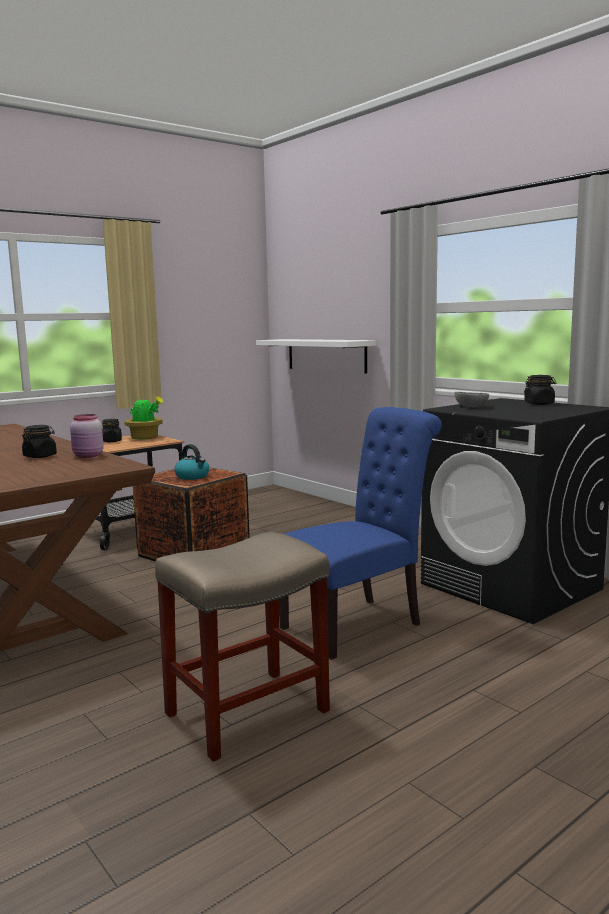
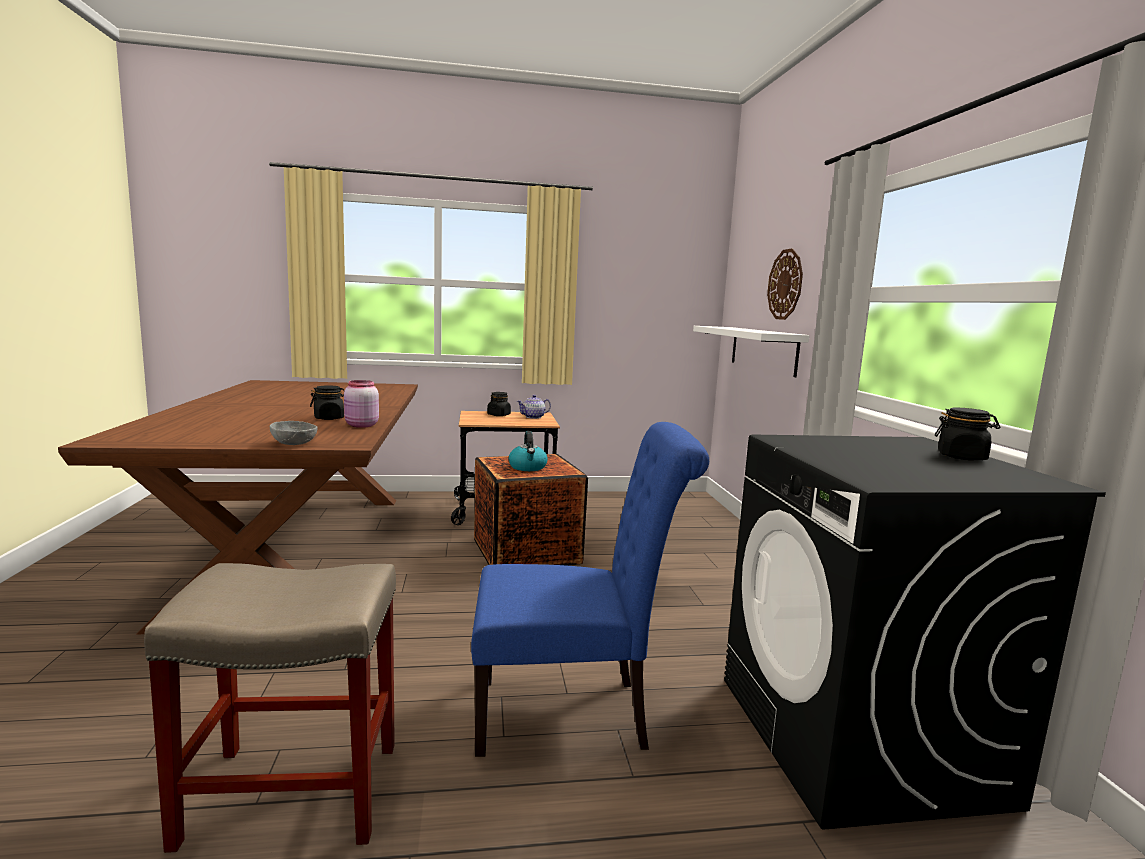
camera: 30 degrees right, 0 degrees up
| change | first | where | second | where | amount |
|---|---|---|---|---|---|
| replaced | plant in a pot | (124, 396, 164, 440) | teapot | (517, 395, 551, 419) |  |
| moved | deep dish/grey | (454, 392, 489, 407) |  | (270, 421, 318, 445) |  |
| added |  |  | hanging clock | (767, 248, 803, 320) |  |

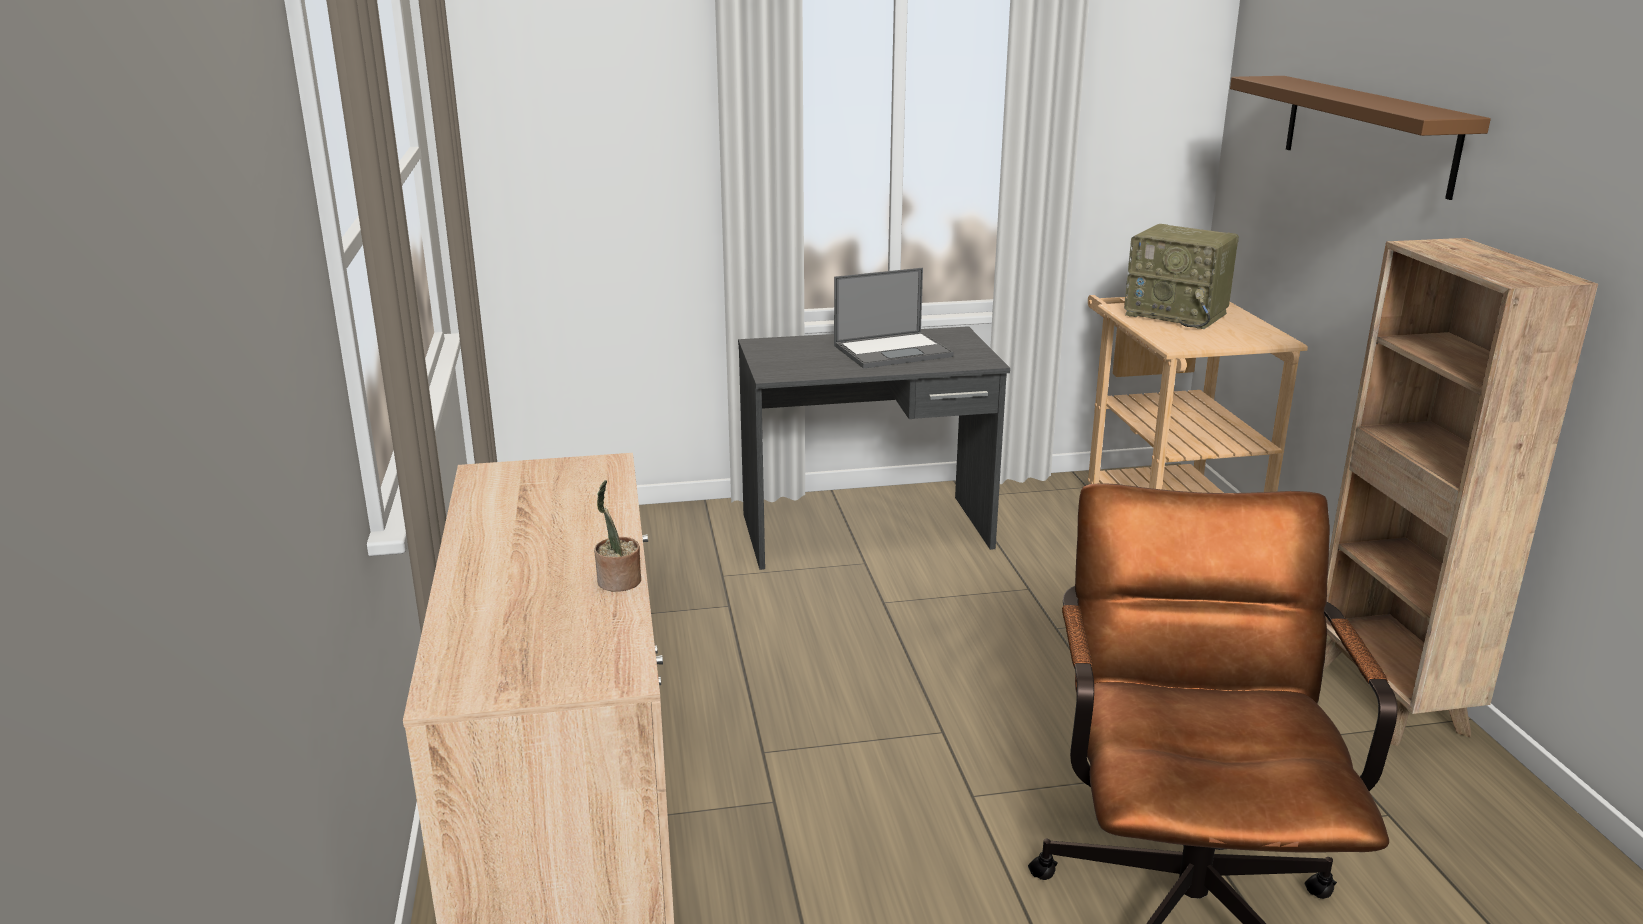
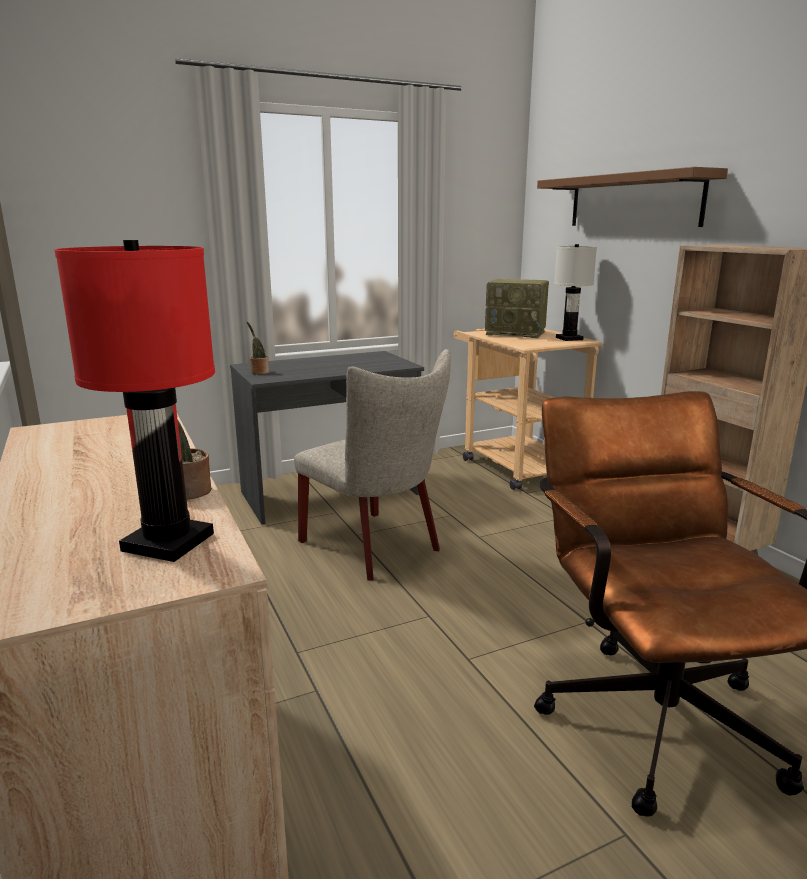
camera: 15 degrees left, 5 degrees down
| change | first | where | second | where | amount |
|---|---|---|---|---|---|
| removed | laptop | (834, 268, 954, 369) |  |  |  |
| added |  |  | table lamp/red | (55, 240, 215, 562) |  |
| added |  |  | plant in a pot | (247, 322, 270, 375) |  |
| added |  |  | chair/beige | (294, 349, 451, 581) |  |
| added |  |  | table lamp/white-coloured | (554, 244, 597, 341) |  |

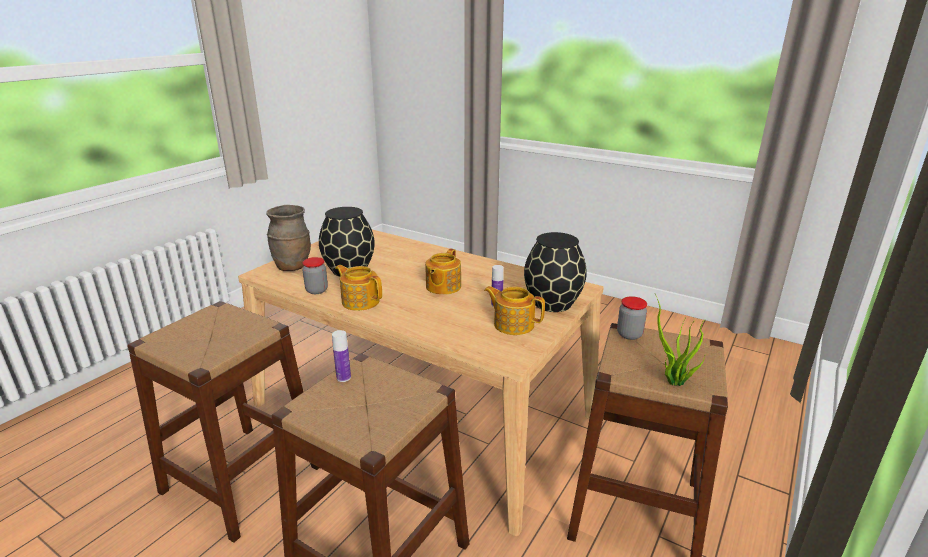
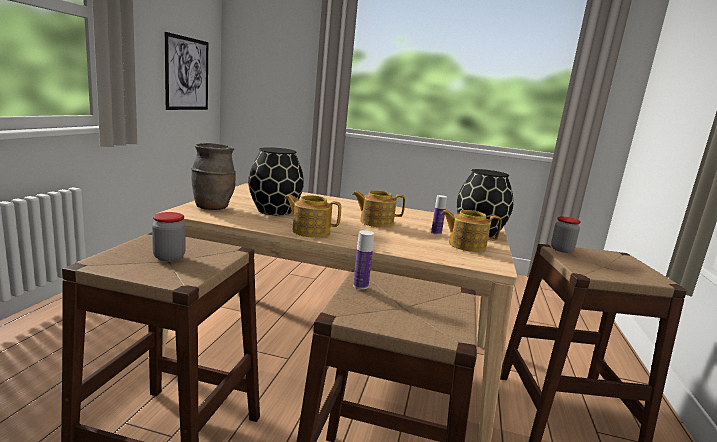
camera: 20 degrees left, 10 degrees down
| change | first | where | second | where | amount |
|---|---|---|---|---|---|
| moved | jar | (302, 257, 328, 294) |  | (152, 212, 186, 261) |  |
| turned | teapot | (425, 249, 461, 295) |  | (352, 191, 405, 228) | 90 degrees clockwise |
| removed | plant in a pot | (655, 294, 705, 386) |  |  |  |
| added |  |  | picture | (165, 32, 208, 110) |  |

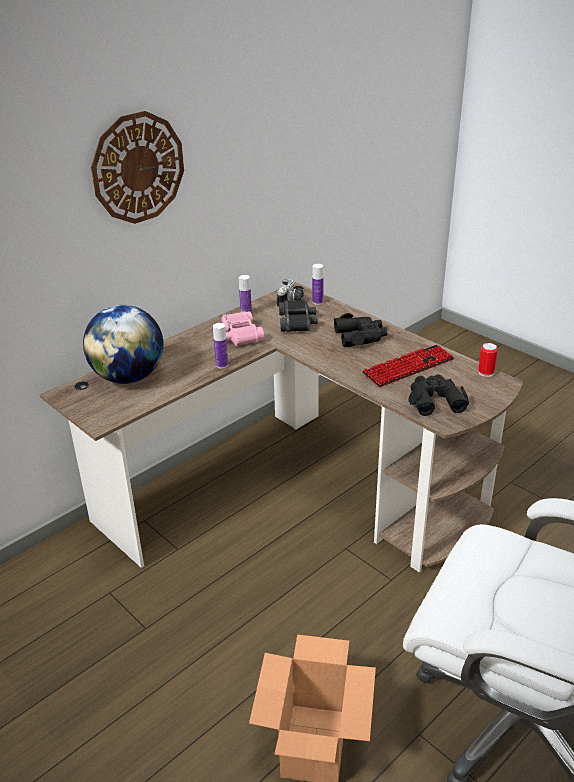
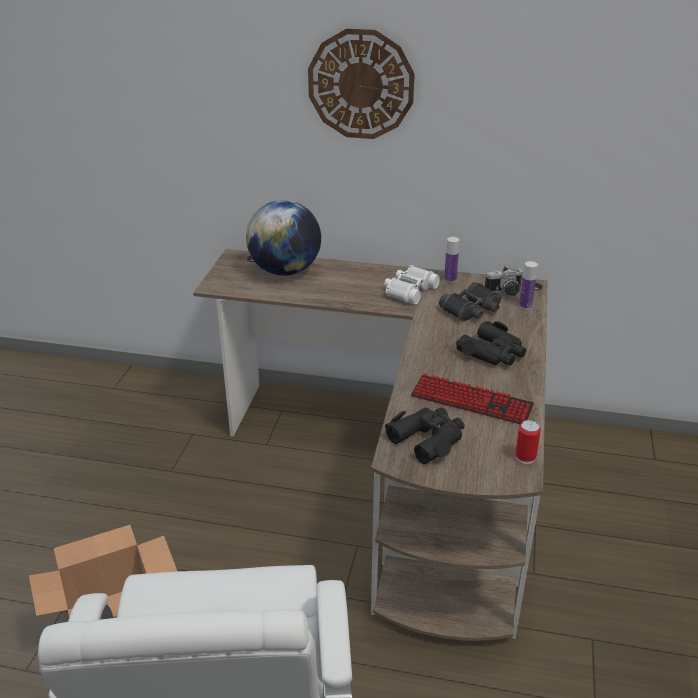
camera: 55 degrees right, 0 degrees up
| change | first | where | second | where | amount |
|---|---|---|---|---|---|
| removed | bottle | (213, 323, 228, 369) |  |  |  |
| recoloured | binoculars/pink | (222, 311, 264, 346) | binoculars/white-coloured | (384, 265, 440, 304) |  |

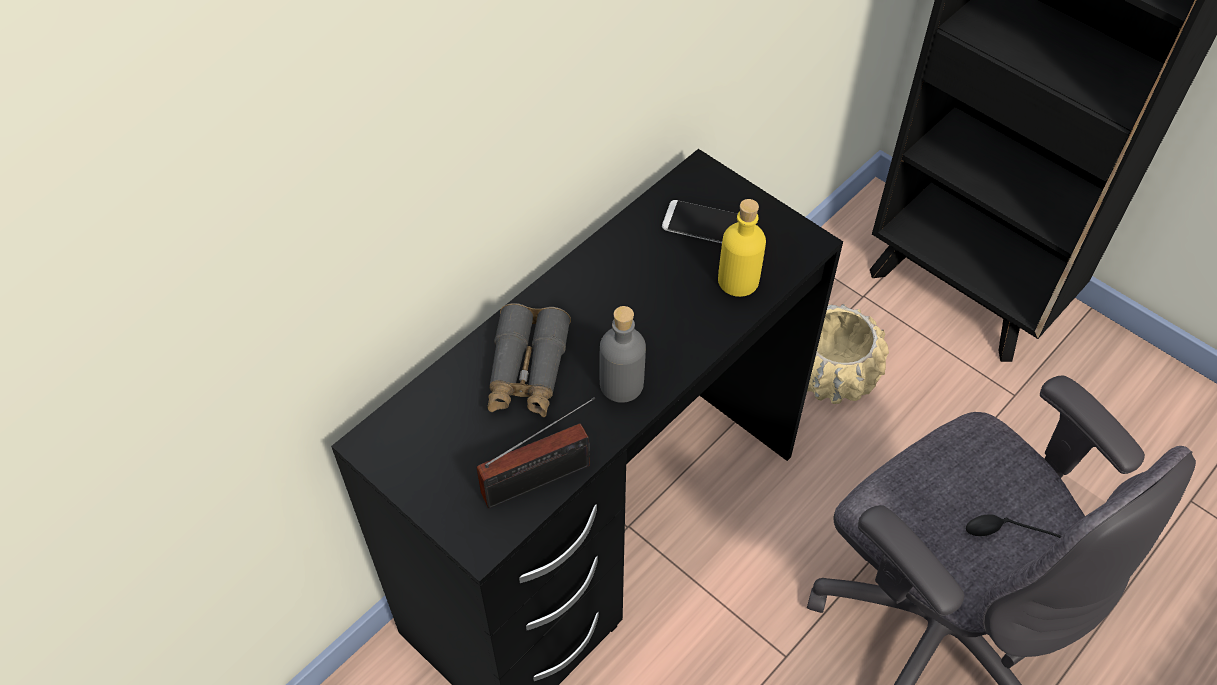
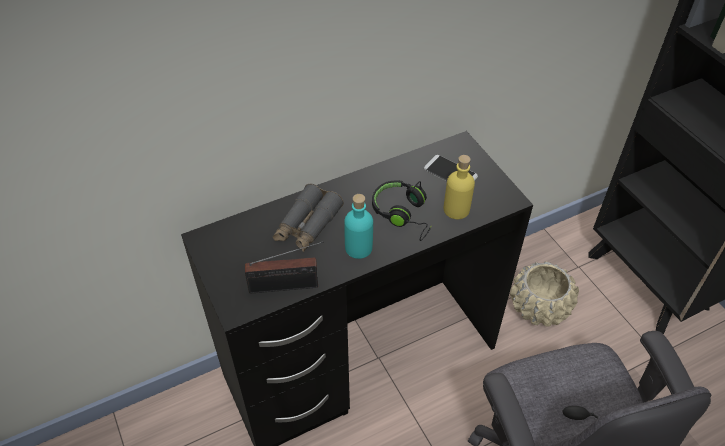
camera: 20 degrees right, 5 degrees down
| change | first | where | second | where | amount |
|---|---|---|---|---|---|
| recoloured | bottle/grey | (600, 306, 646, 403) | bottle/blue-green | (344, 194, 373, 259) |  |
| added |  |  | headphones/blackish | (372, 180, 432, 241) |  |

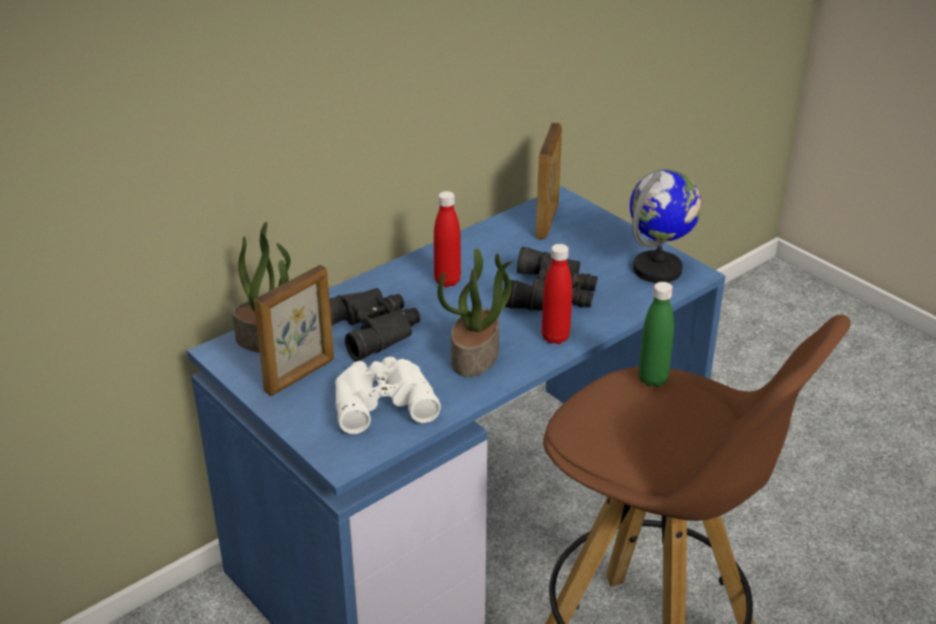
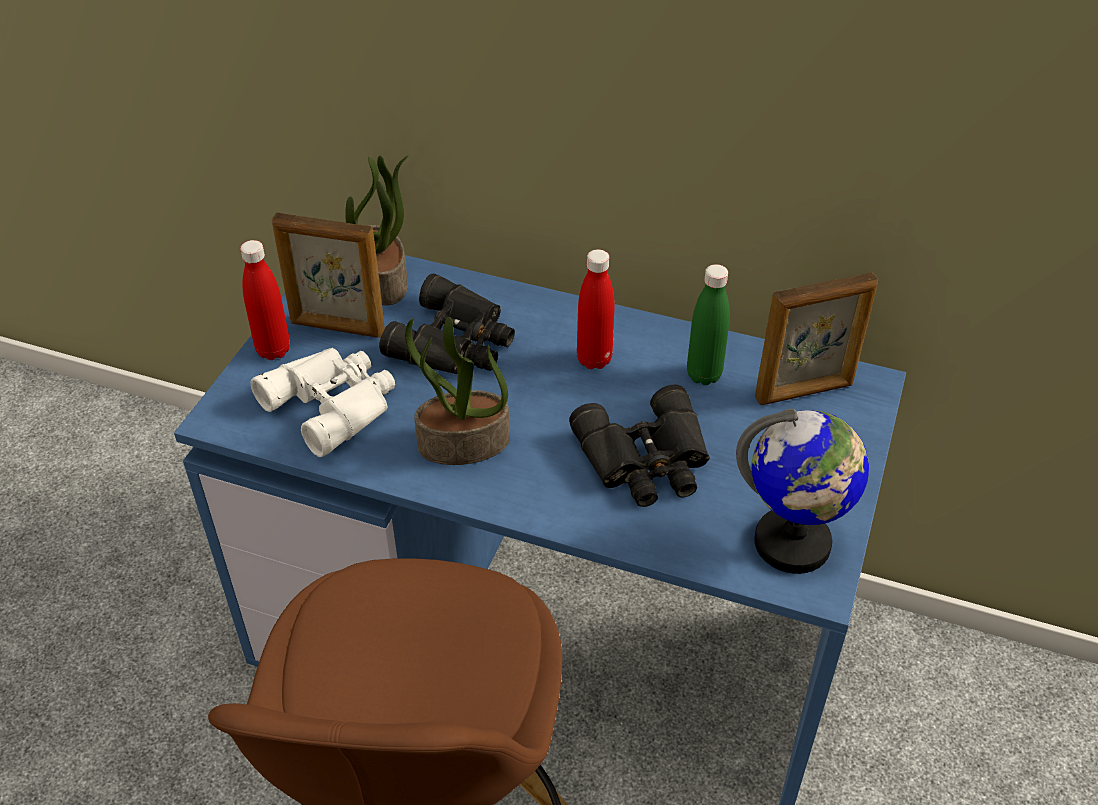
camera: 60 degrees right, 10 degrees up
| change | first | where | second | where | amount |
|---|---|---|---|---|---|
| moved | bottle/red | (542, 244, 572, 344) |  | (240, 240, 290, 360) |  |
| moved | bottle/green-coloured | (638, 282, 674, 387) |  | (687, 264, 730, 385) |  |

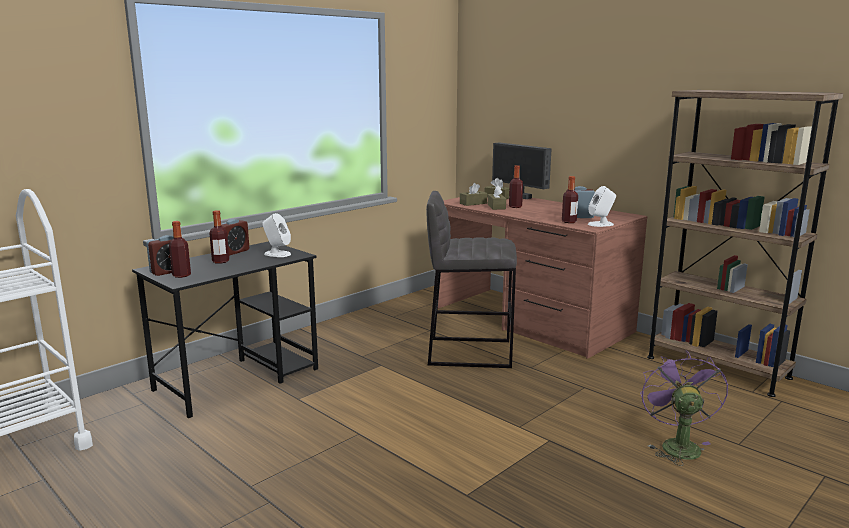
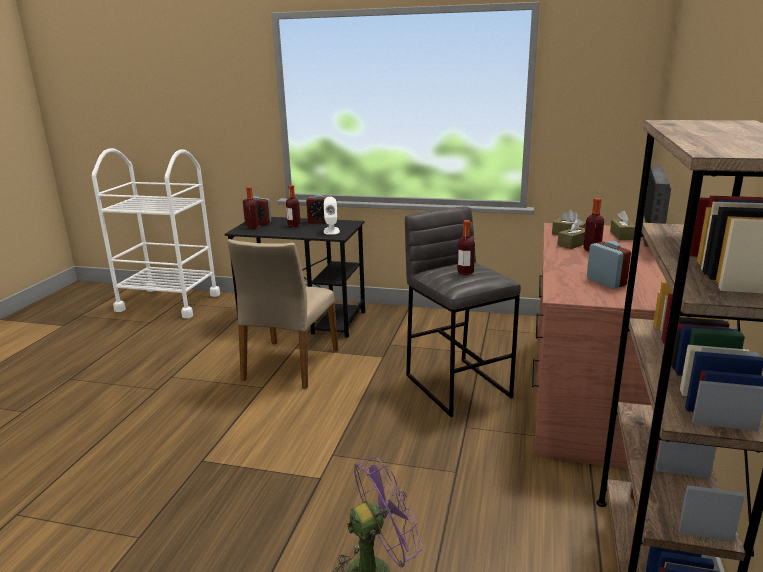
camera: 60 degrees right, 5 degrees up
| change | first | where | second | where | amount |
|---|---|---|---|---|---|
| moved | bottle | (562, 176, 578, 223) |  | (457, 220, 475, 275) |  |
| removed | audio speaker/white-coloured | (588, 186, 616, 227) |  |  |  |
| added |  |  | chair/beige | (227, 239, 338, 389) |  |

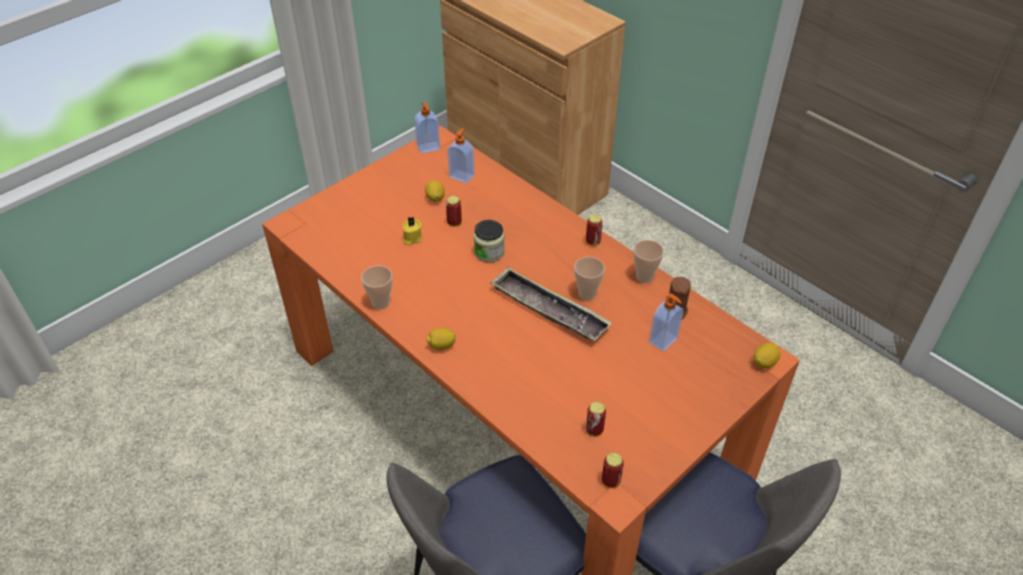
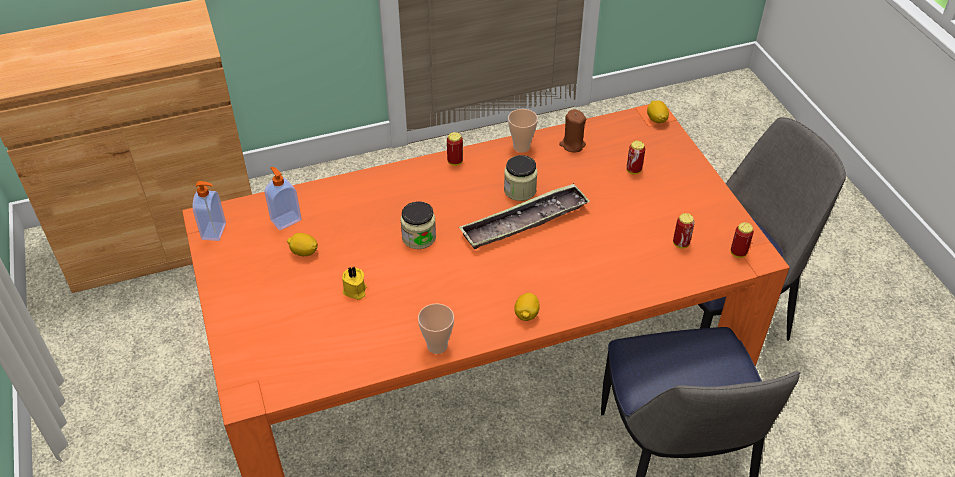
camera: 65 degrees left, 0 degrees up
| change | first | where | second | where | amount |
|---|---|---|---|---|---|
| moved | can | (446, 196, 462, 227) |  | (626, 141, 645, 174) |  |
| replaced | cup | (574, 257, 605, 300) | jar | (504, 155, 537, 201) |  |
| removed | soap dispenser | (649, 293, 683, 352) |  |  |  |

